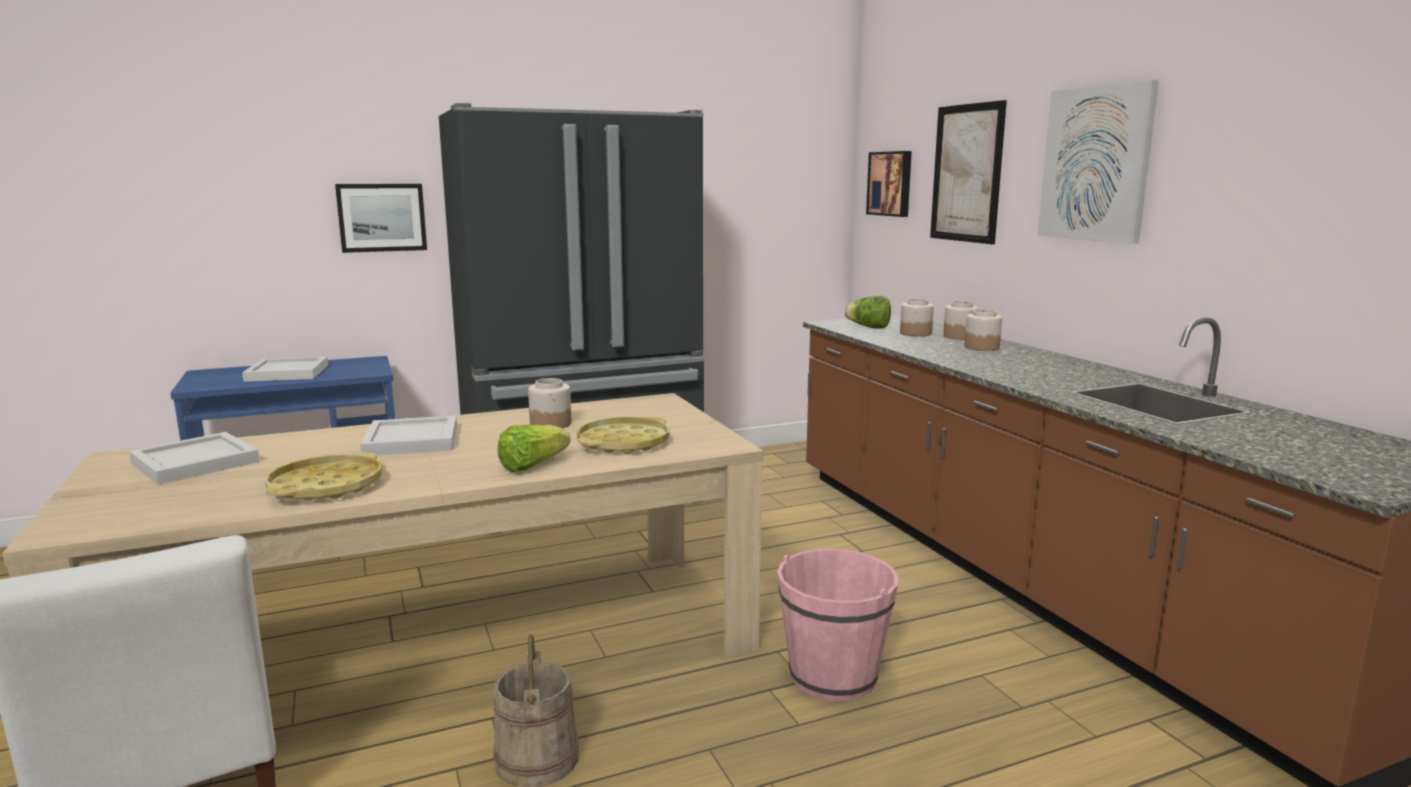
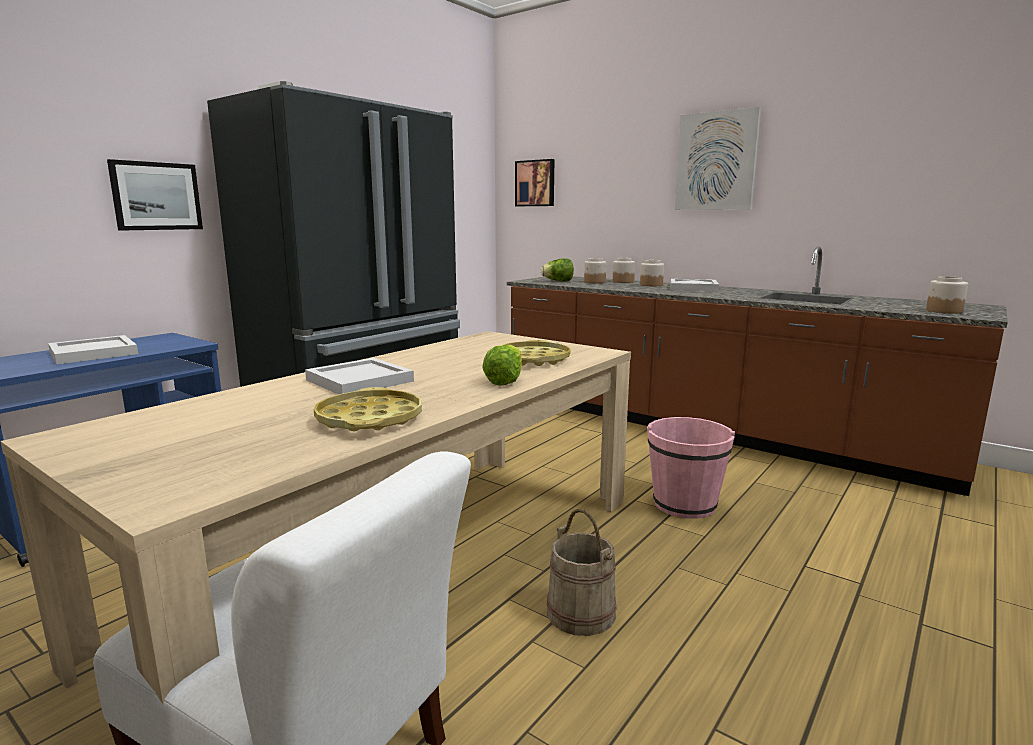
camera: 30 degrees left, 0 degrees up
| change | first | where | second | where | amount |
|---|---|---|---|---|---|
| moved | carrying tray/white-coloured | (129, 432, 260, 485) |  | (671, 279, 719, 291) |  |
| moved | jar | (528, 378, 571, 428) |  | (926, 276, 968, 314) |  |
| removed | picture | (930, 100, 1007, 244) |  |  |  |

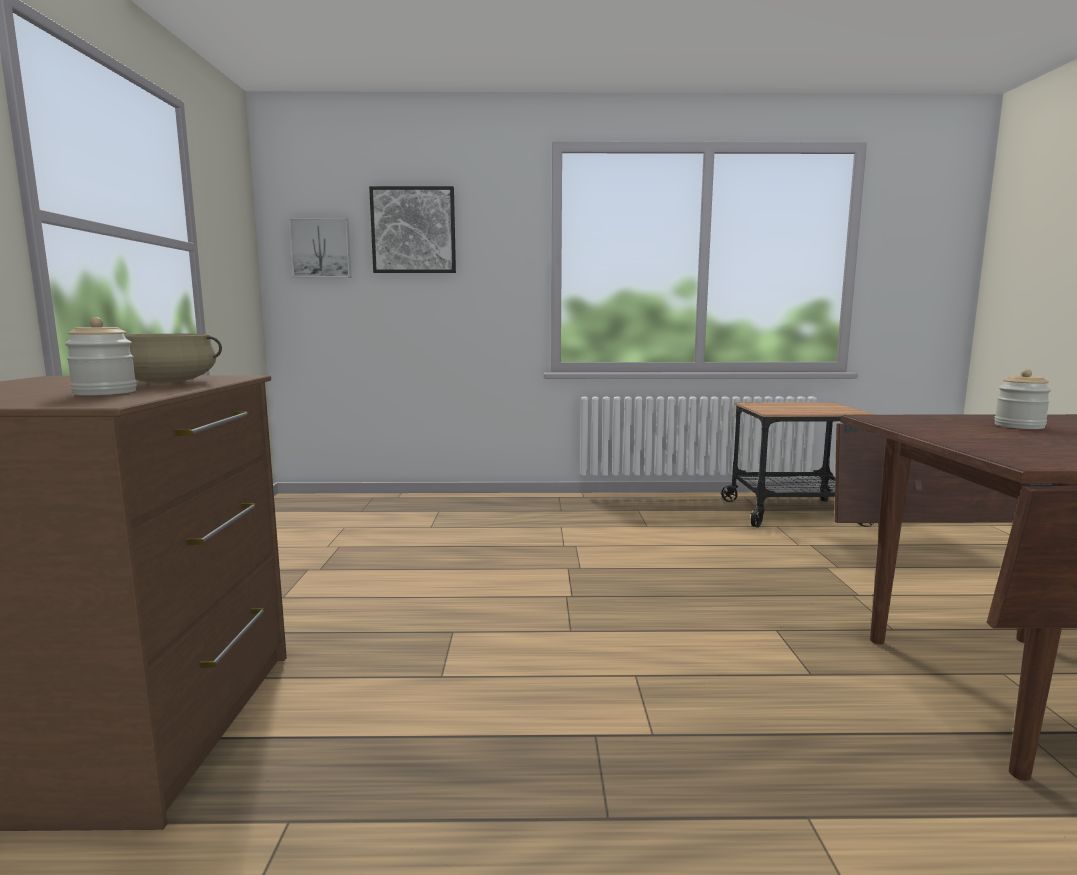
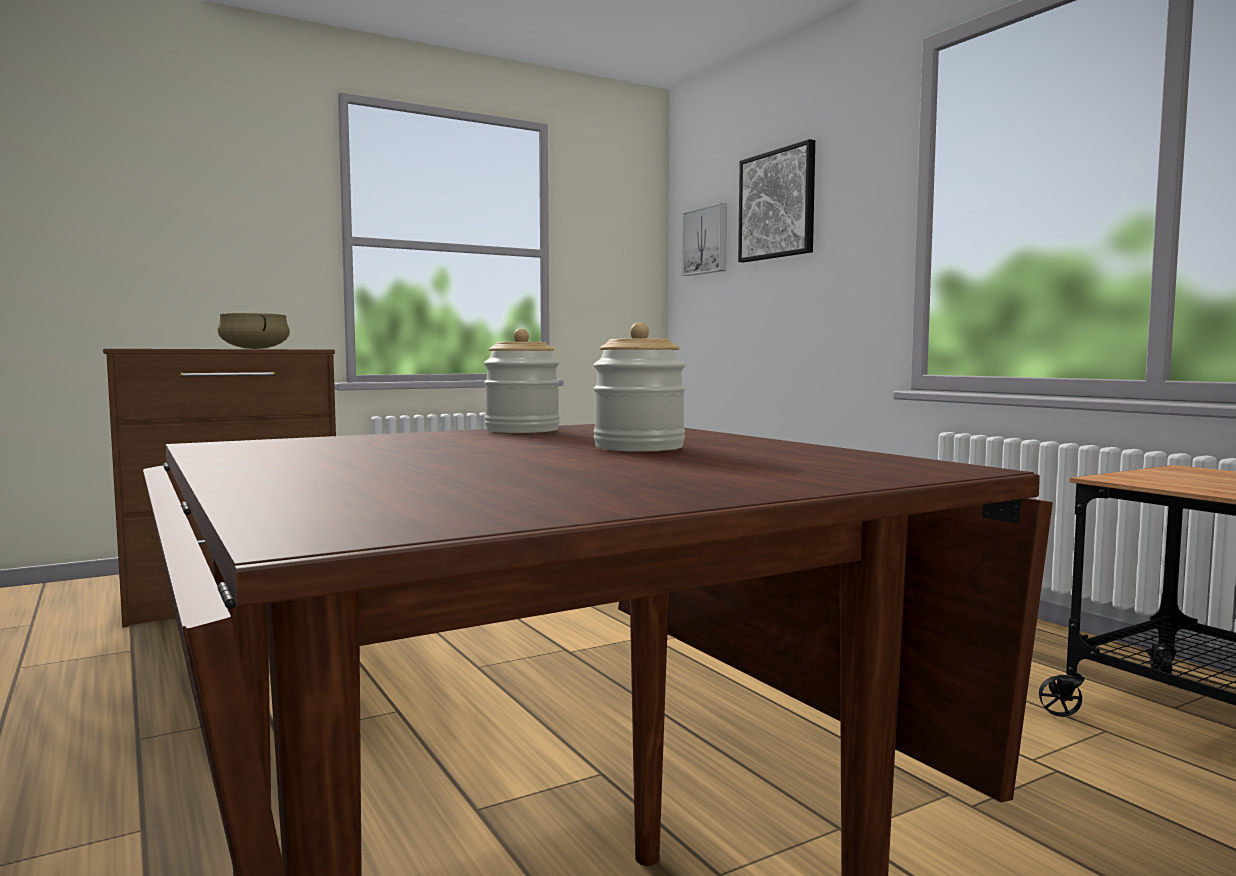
camera: 60 degrees right, 5 degrees down
| change | first | where | second | where | amount |
|---|---|---|---|---|---|
| moved | jar | (65, 317, 137, 396) |  | (484, 329, 560, 433) |  |

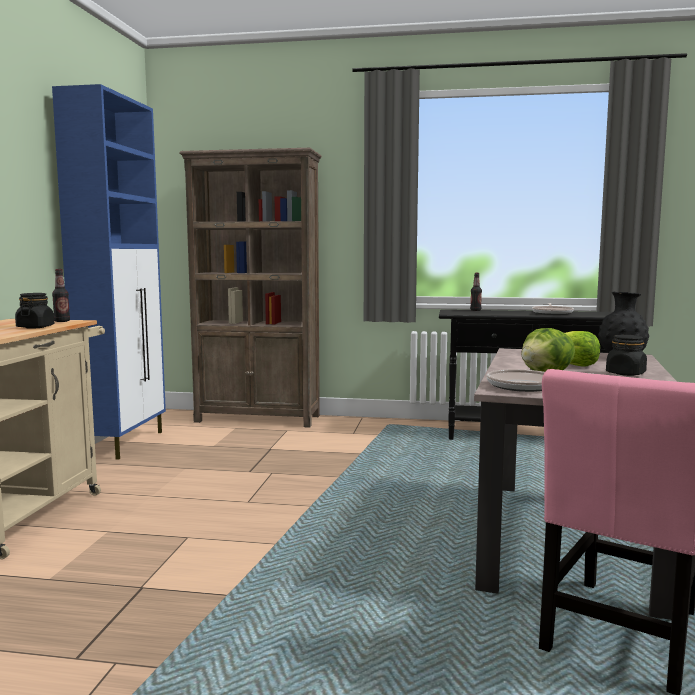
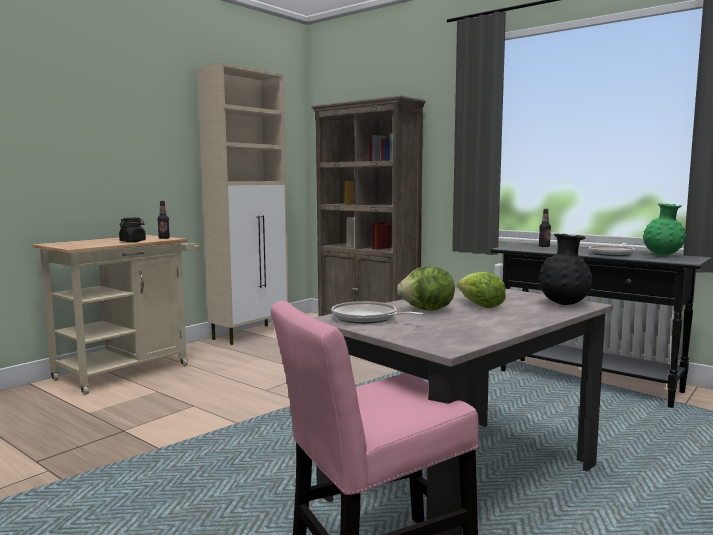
camera: 30 degrees right, 0 degrees up
| change | first | where | second | where | amount |
|---|---|---|---|---|---|
| recoloured | storage cabinet/blue | (52, 84, 166, 460) | storage cabinet/beige | (197, 63, 289, 345) |  |
| removed | jar/blackish | (606, 335, 647, 376) |  |  |  |
| added |  |  | vase/green-coloured | (643, 203, 687, 255) |  |

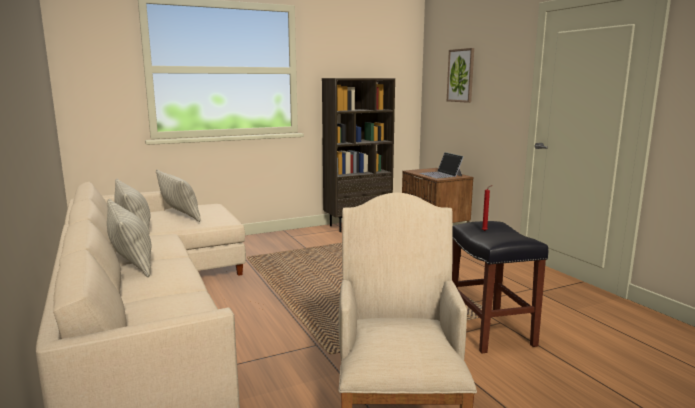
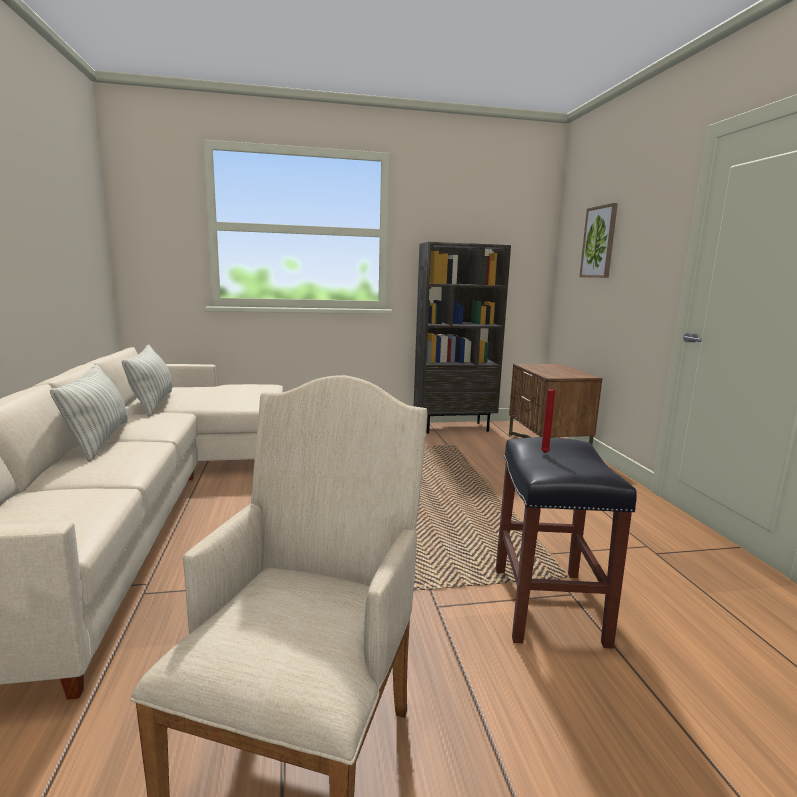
camera: 15 degrees right, 0 degrees up
| change | first | where | second | where | amount |
|---|---|---|---|---|---|
| removed | throw pillow | (156, 170, 201, 222) |  |  |  |
| removed | laptop | (419, 152, 464, 178) |  |  |  |

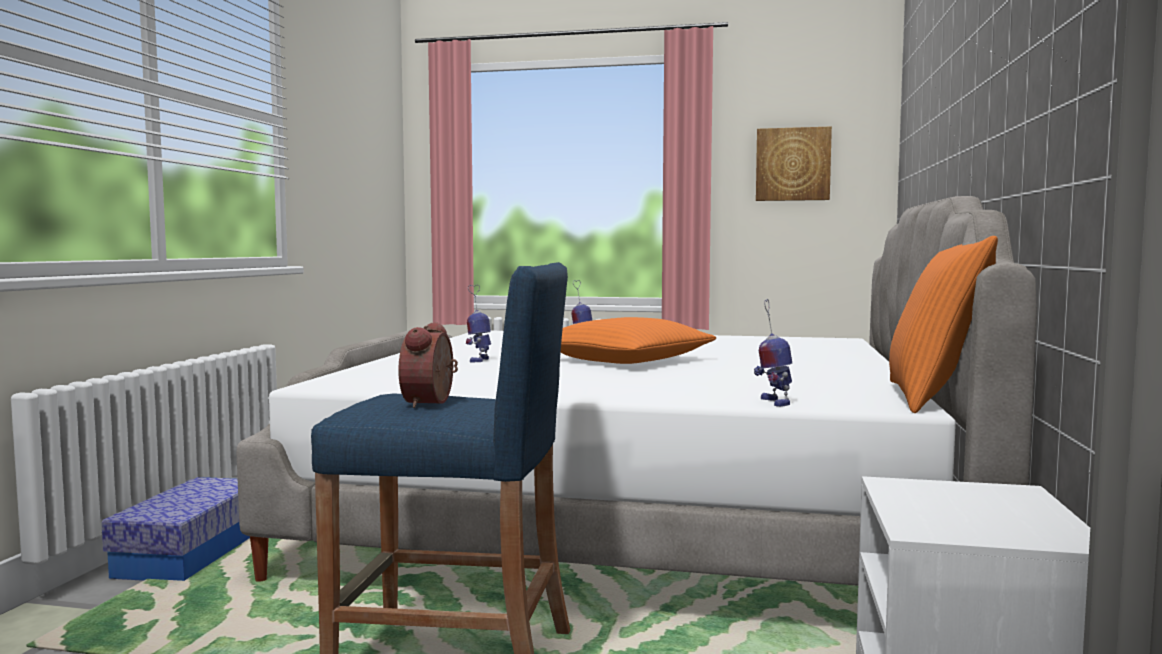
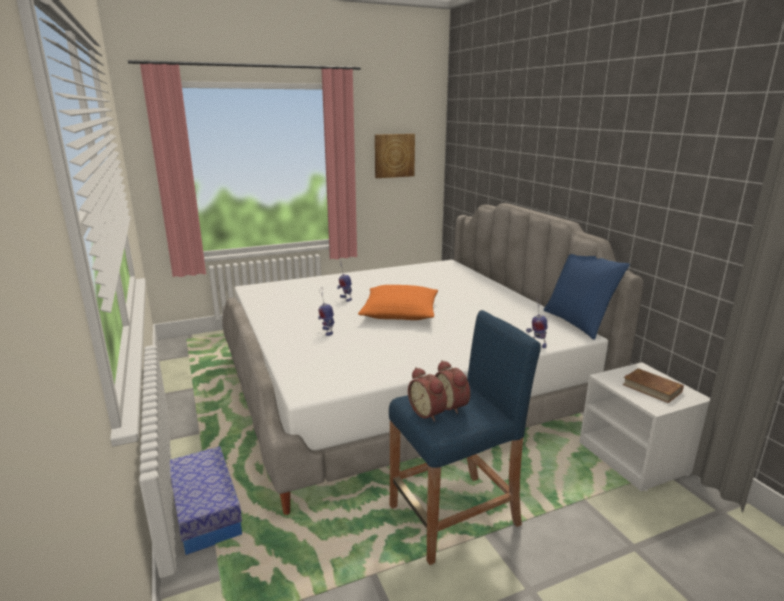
camera: 35 degrees left, 15 degrees up
| change | first | where | second | where | amount |
|---|---|---|---|---|---|
| recoloured | throw pillow/orange | (889, 236, 998, 413) | throw pillow/blue | (543, 254, 630, 340) |  |
| added |  |  | bedside clock | (408, 367, 447, 422) |  |
| added |  |  | bound book/brown-coloured | (623, 368, 684, 403) |  |

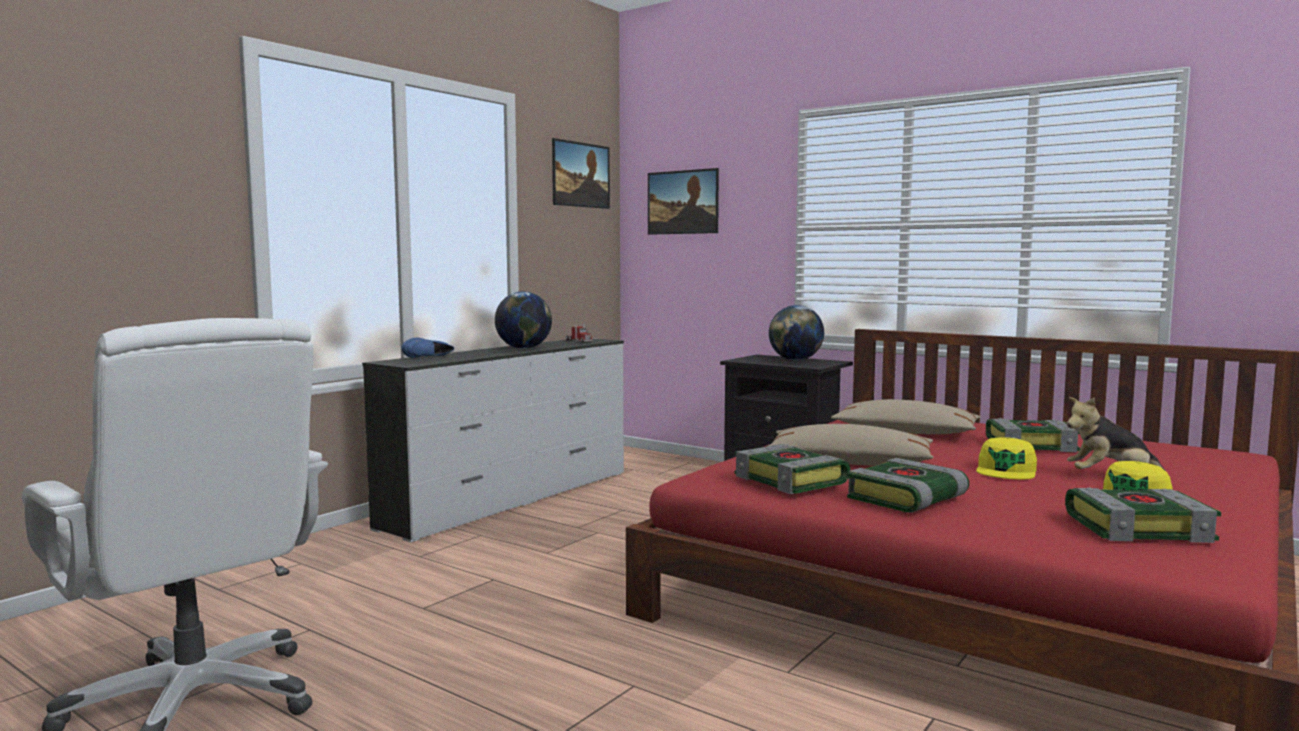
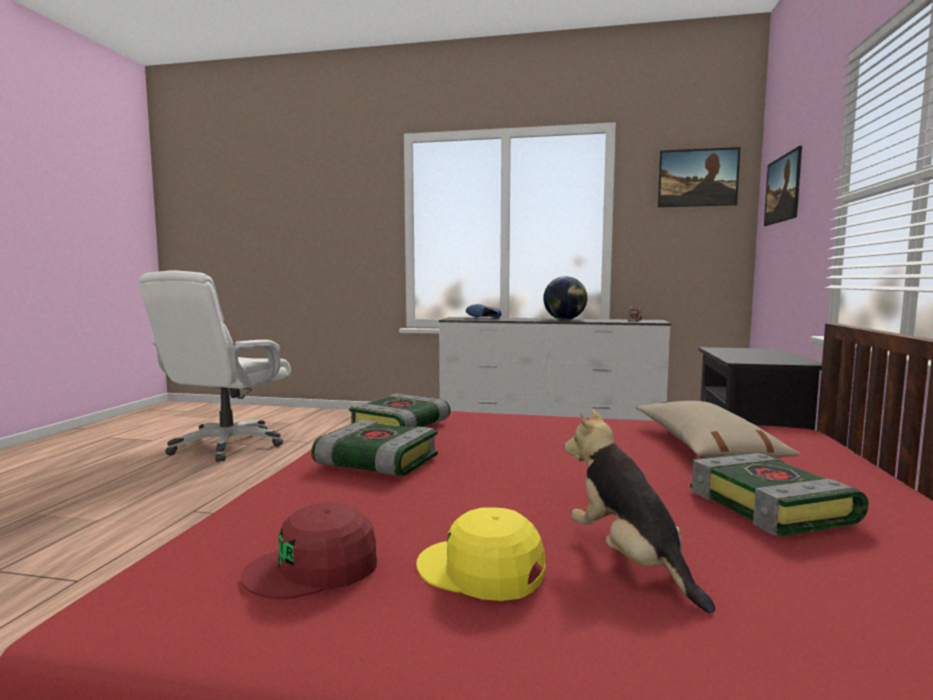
camera: 65 degrees right, 0 degrees up
| change | first | where | second | where | amount |
|---|---|---|---|---|---|
| removed | throw pillow/beige | (768, 424, 934, 466) |  |  |  |
| removed | world globe | (769, 305, 824, 361) |  |  |  |
| removed | baseball cap/yellowish | (976, 437, 1037, 479) |  |  |  |
| replaced | bound book | (1065, 488, 1221, 543) | baseball cap/red | (241, 502, 377, 599) |  |

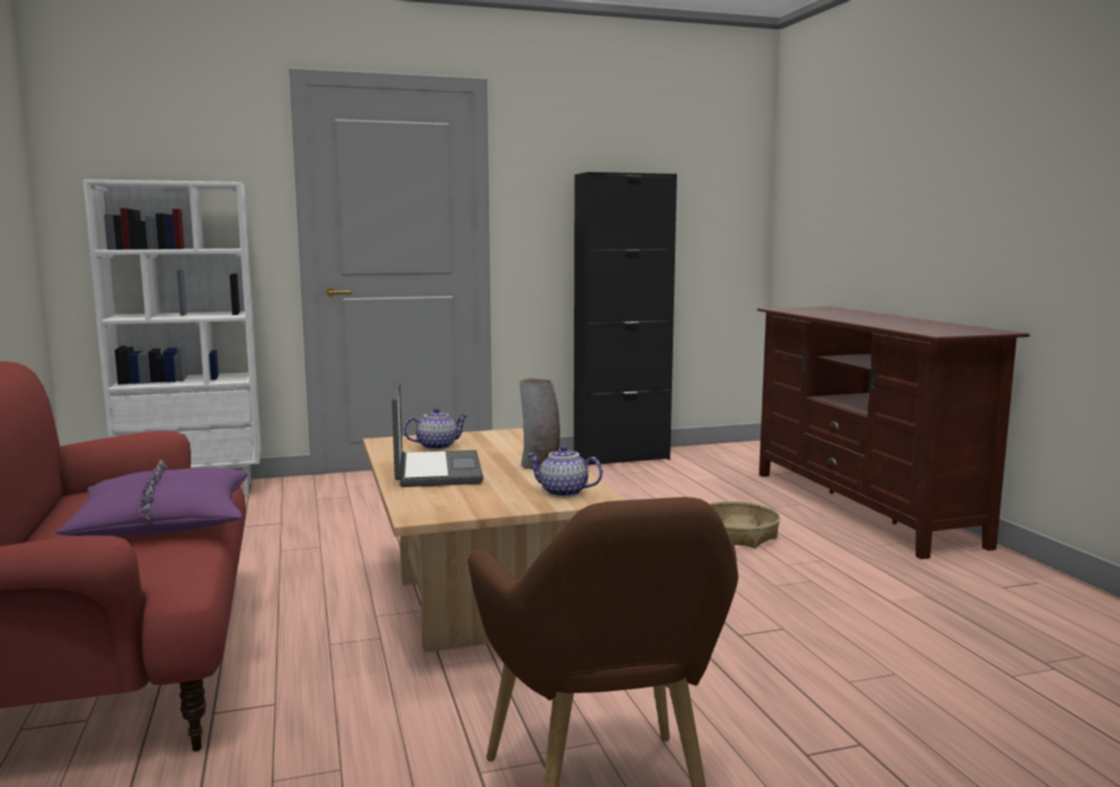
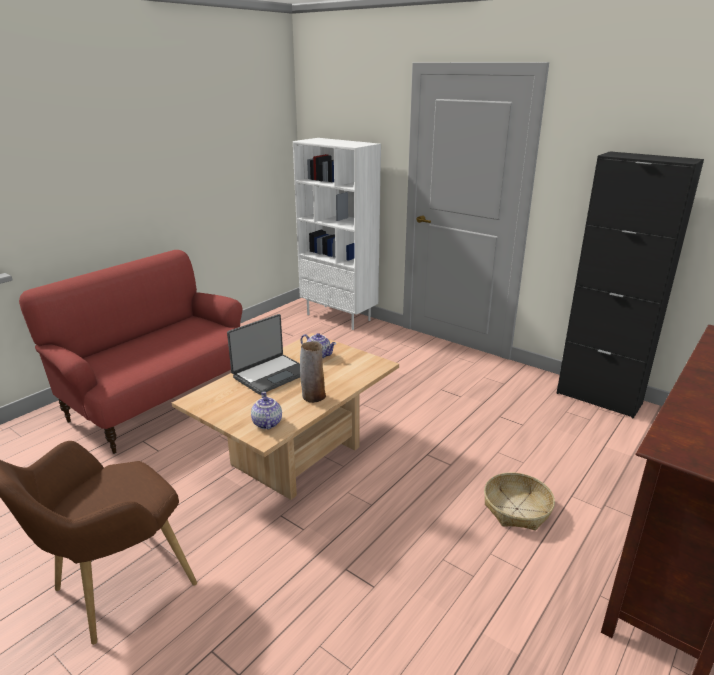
camera: 55 degrees right, 15 degrees up
| change | first | where | second | where | amount |
|---|---|---|---|---|---|
| removed | throw pillow/purplish | (55, 459, 247, 536) |  |  |  |

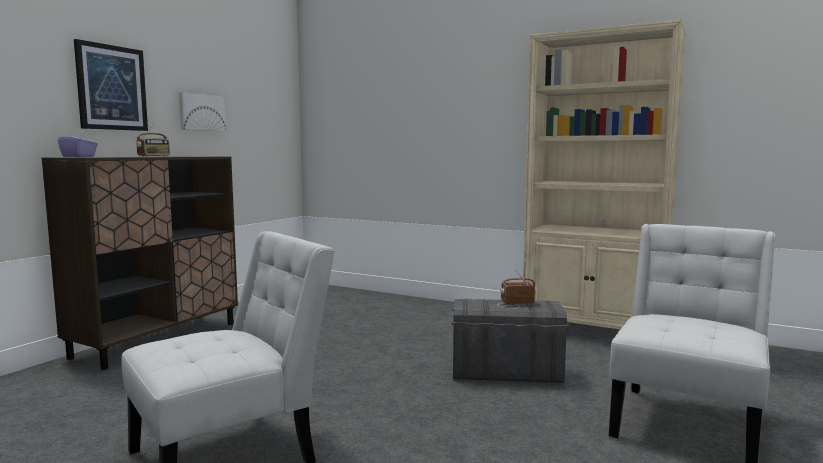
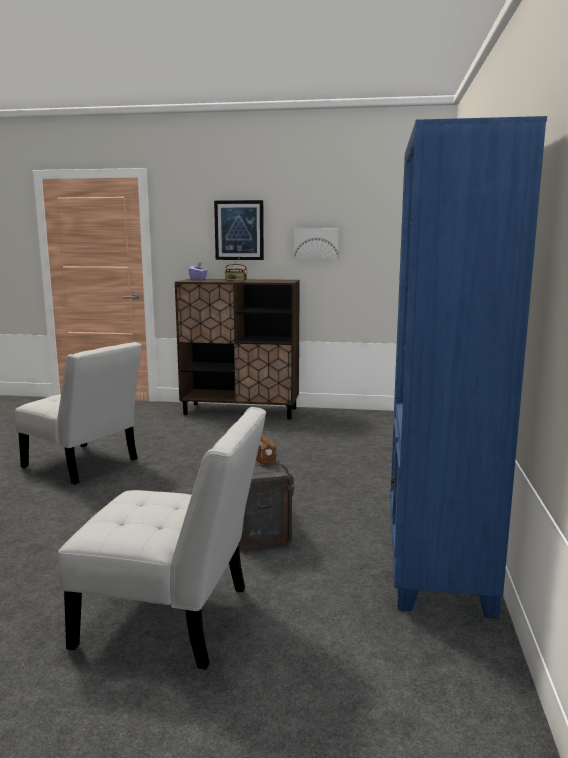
camera: 70 degrees right, 5 degrees up
| change | first | where | second | where | amount |
|---|---|---|---|---|---|
| recoloured | shelving unit/beige | (523, 19, 686, 329) | shelving unit/blue | (390, 116, 547, 619) |  |

